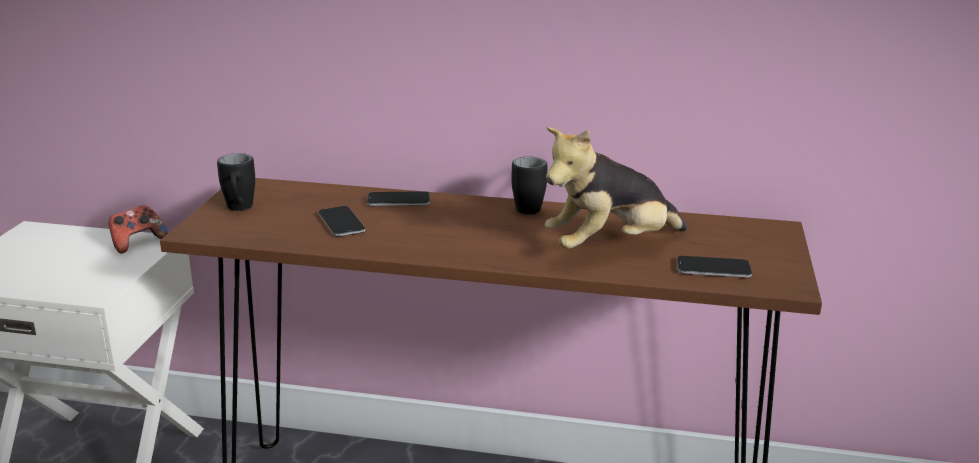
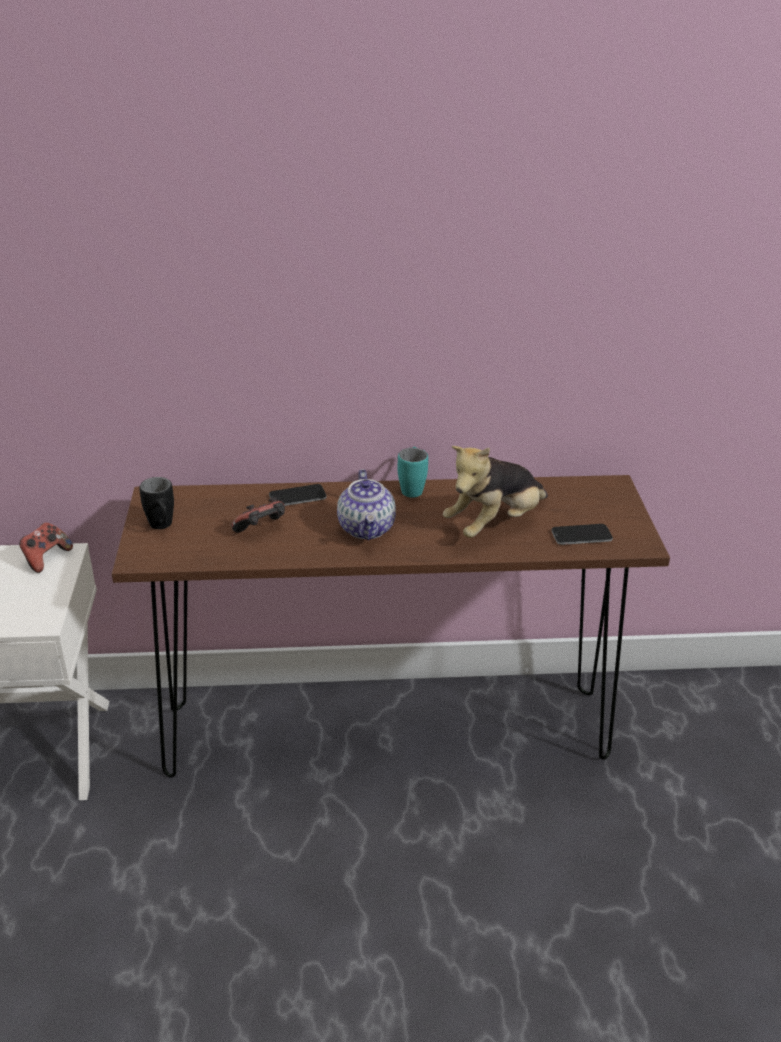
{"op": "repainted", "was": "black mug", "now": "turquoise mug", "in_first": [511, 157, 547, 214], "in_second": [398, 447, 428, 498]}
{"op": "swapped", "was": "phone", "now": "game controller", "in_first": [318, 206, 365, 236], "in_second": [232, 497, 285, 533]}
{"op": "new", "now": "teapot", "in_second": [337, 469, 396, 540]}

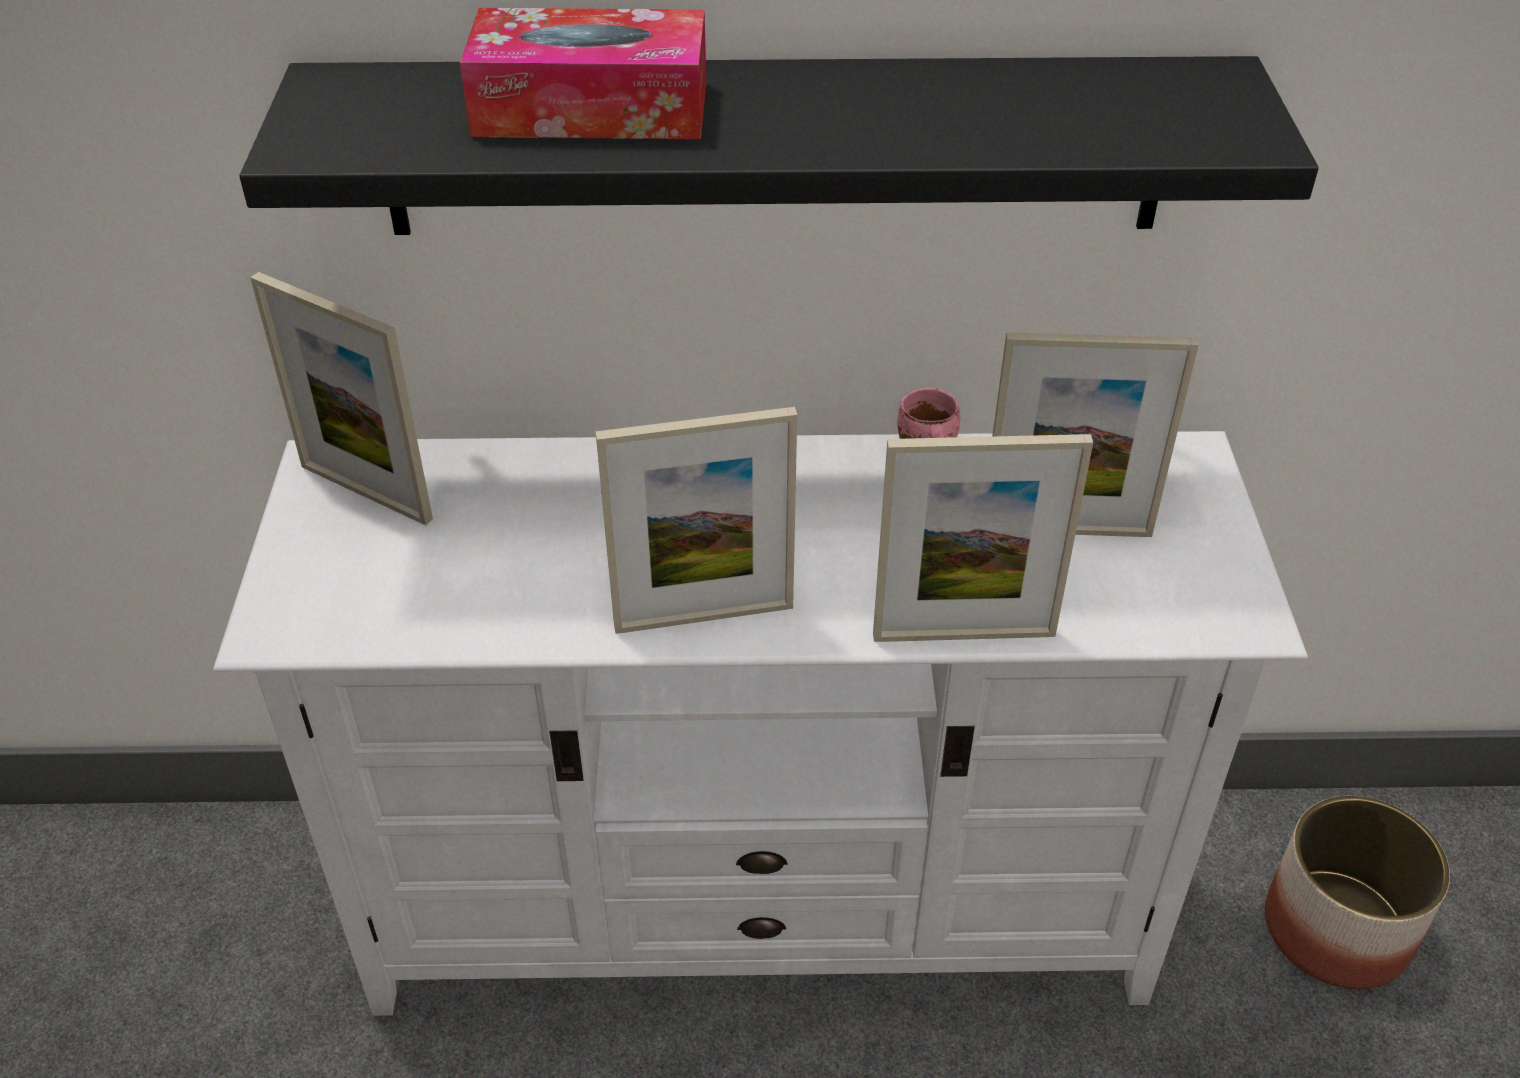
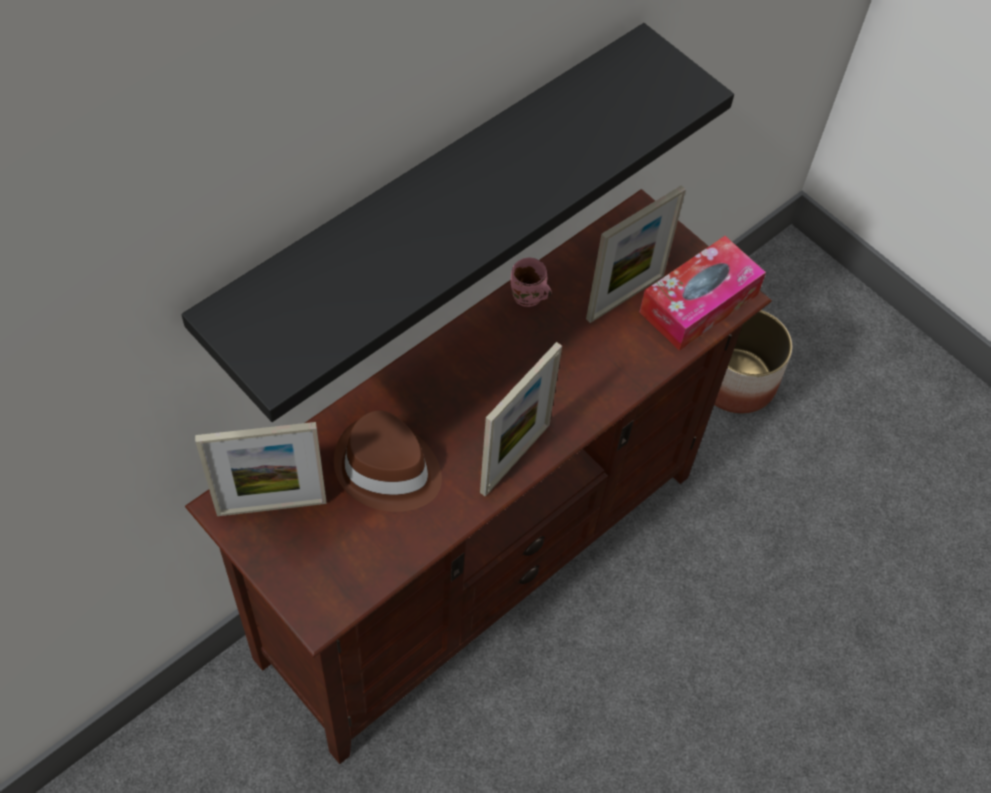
{"op": "shifted", "was": "tissue box", "in_first": [460, 8, 706, 139], "in_second": [639, 236, 766, 351]}
{"op": "repainted", "was": "white tv stand", "now": "brown tv stand", "in_first": [213, 431, 1308, 1016], "in_second": [185, 189, 772, 764]}
{"op": "gone", "was": "picture frame", "in_first": [873, 434, 1093, 642]}
{"op": "new", "now": "brown hat", "in_second": [334, 410, 442, 512]}

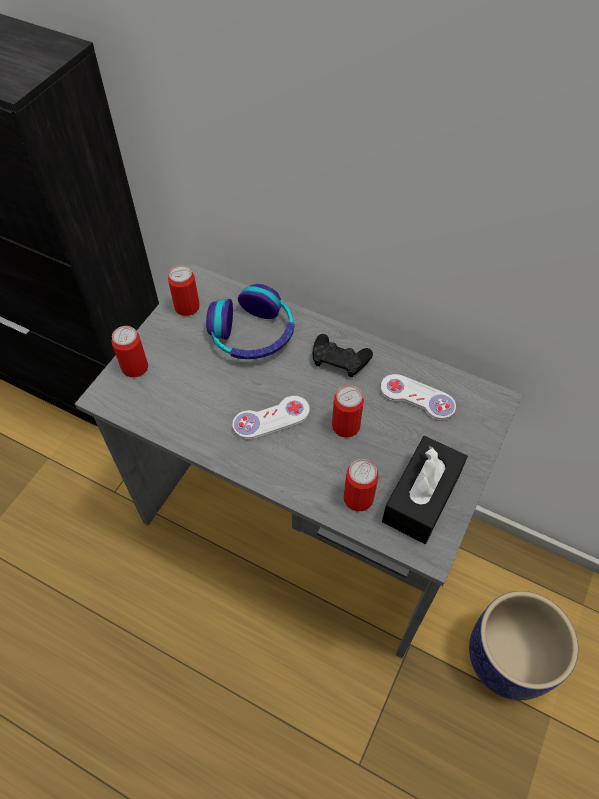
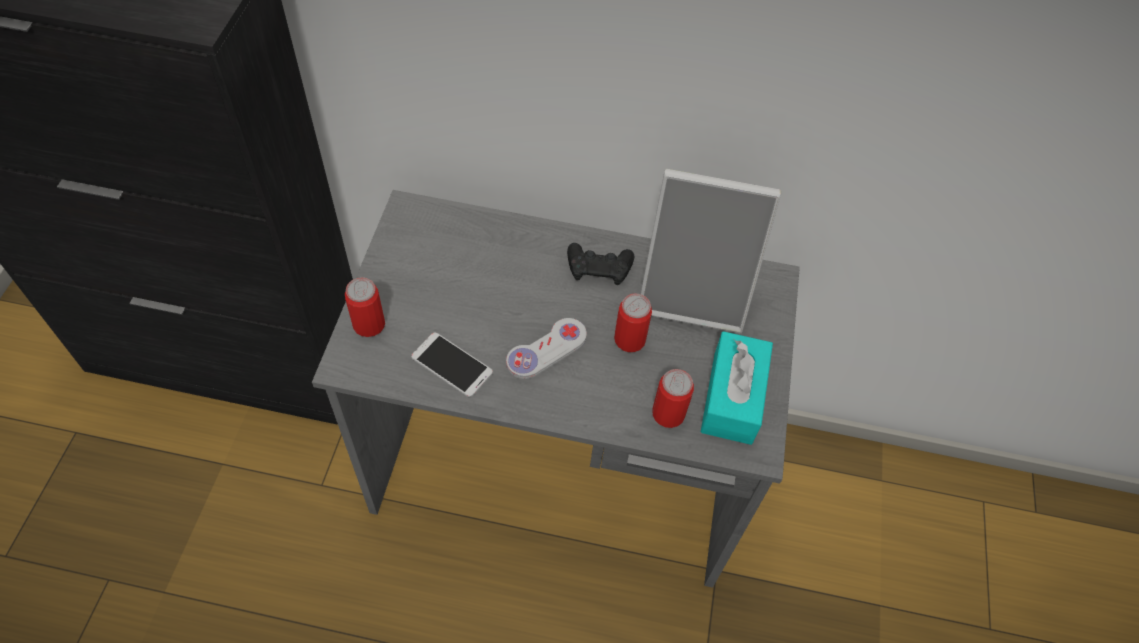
{"op": "gone", "was": "can", "in_first": [168, 265, 200, 316]}
{"op": "gone", "was": "headphones", "in_first": [206, 284, 294, 359]}
{"op": "swapped", "was": "white game controller", "now": "picture frame", "in_first": [380, 374, 456, 421], "in_second": [641, 169, 781, 333]}
{"op": "repainted", "was": "black tissue box", "now": "turquoise tissue box", "in_first": [382, 436, 468, 544], "in_second": [701, 331, 773, 445]}
{"op": "gone", "was": "planter", "in_first": [469, 591, 578, 700]}
{"op": "new", "now": "phone", "in_second": [411, 332, 493, 397]}

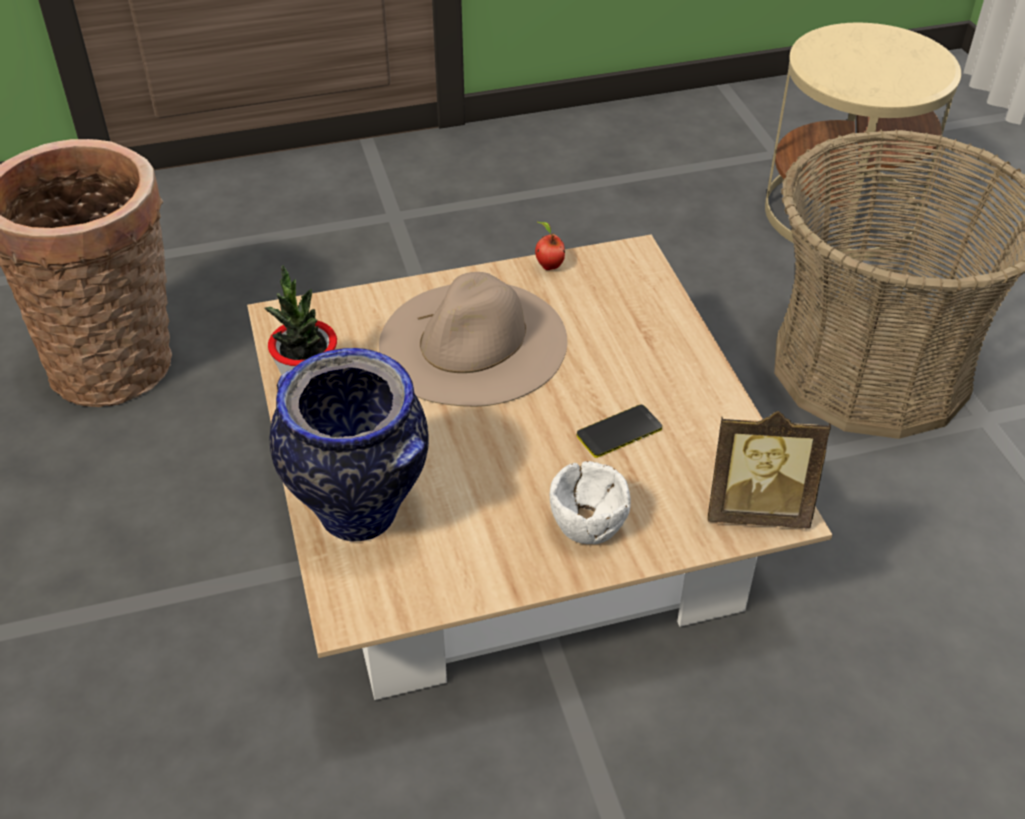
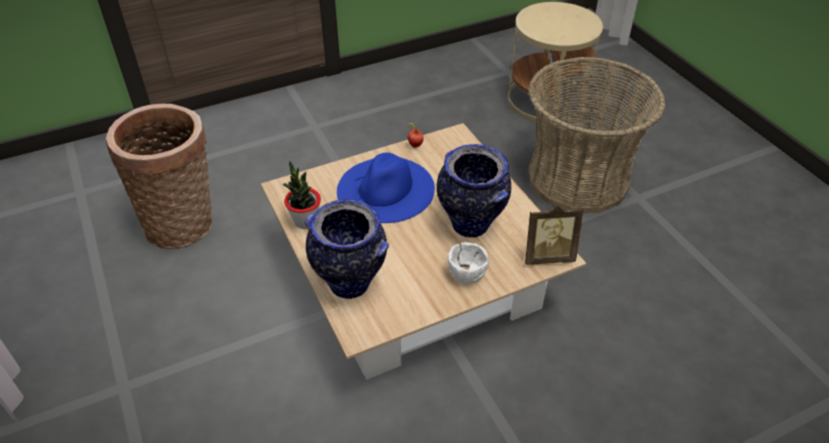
{"op": "repainted", "was": "beige hat", "now": "blue hat", "in_first": [379, 272, 567, 407], "in_second": [337, 152, 435, 223]}
{"op": "swapped", "was": "phone", "now": "vase", "in_first": [577, 405, 662, 458], "in_second": [437, 144, 511, 238]}

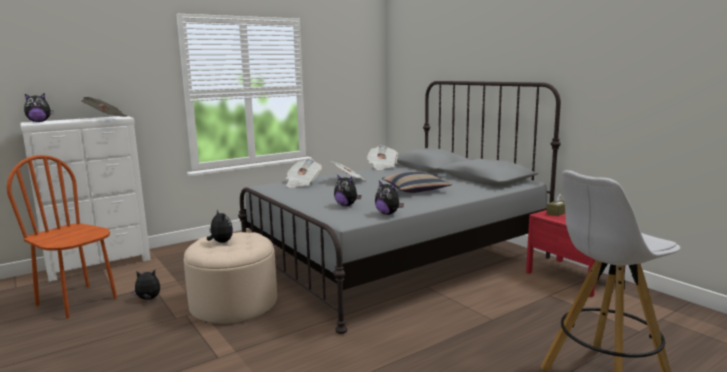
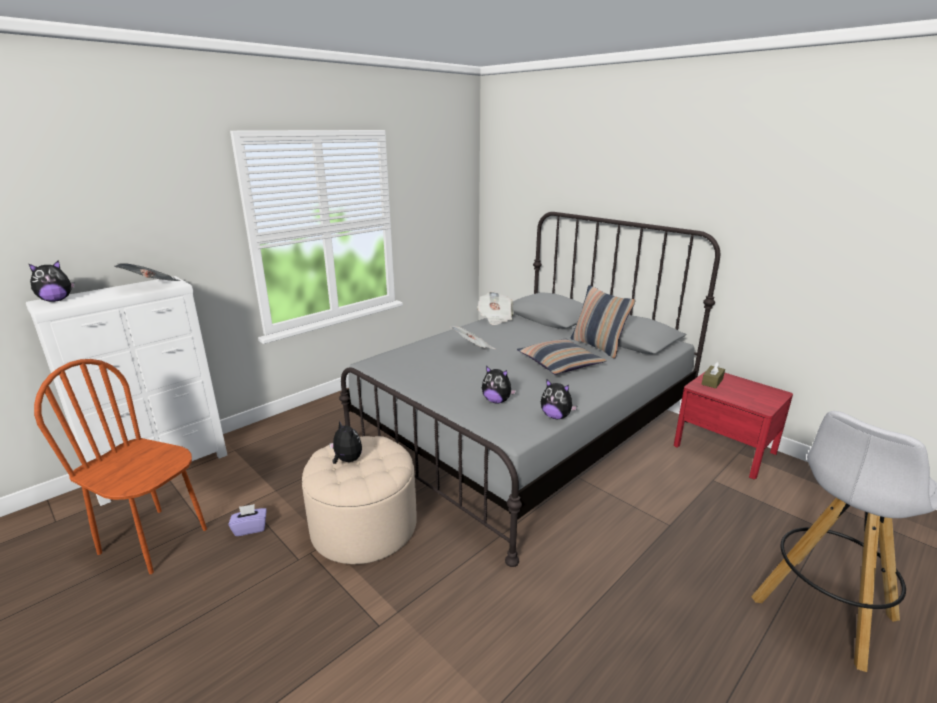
{"op": "gone", "was": "newspaper", "in_first": [286, 159, 322, 188]}
{"op": "swapped", "was": "plush toy", "now": "purple tissue box", "in_first": [131, 270, 160, 300], "in_second": [229, 504, 267, 536]}
{"op": "new", "now": "pillow", "in_second": [570, 285, 635, 358]}

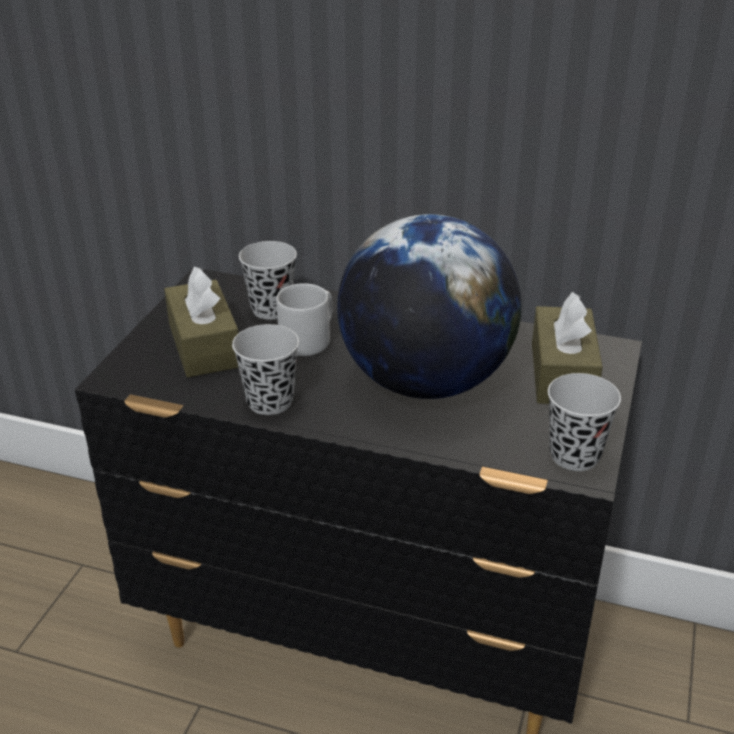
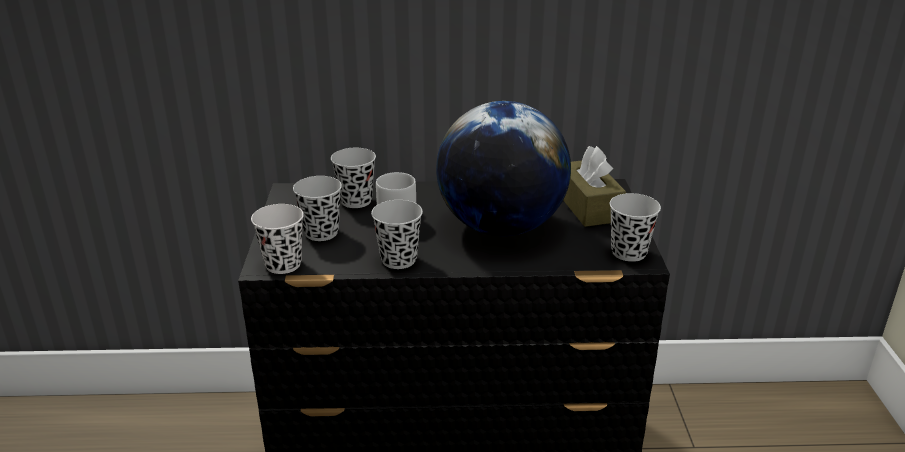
{"op": "swapped", "was": "brown tissue box", "now": "black cup", "in_first": [164, 267, 239, 377], "in_second": [293, 176, 342, 241]}
{"op": "new", "now": "white cup", "in_second": [251, 204, 304, 274]}

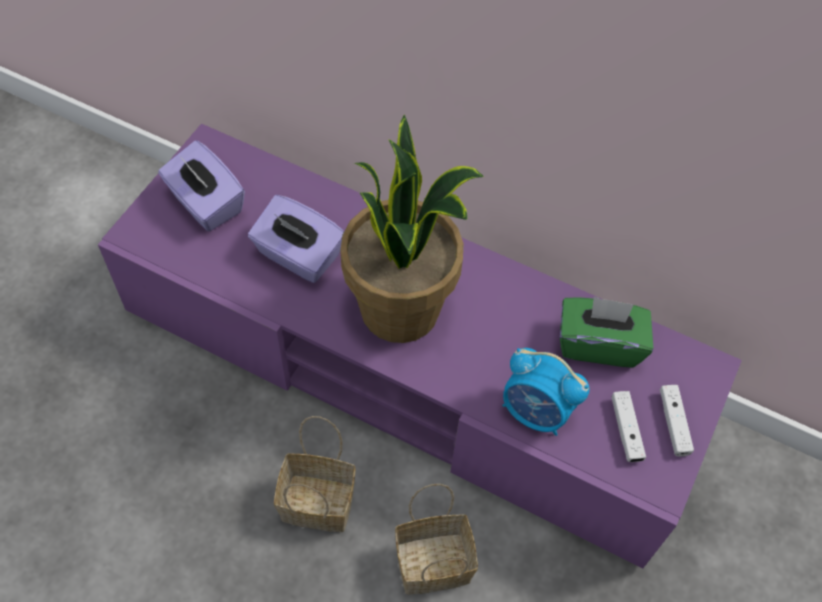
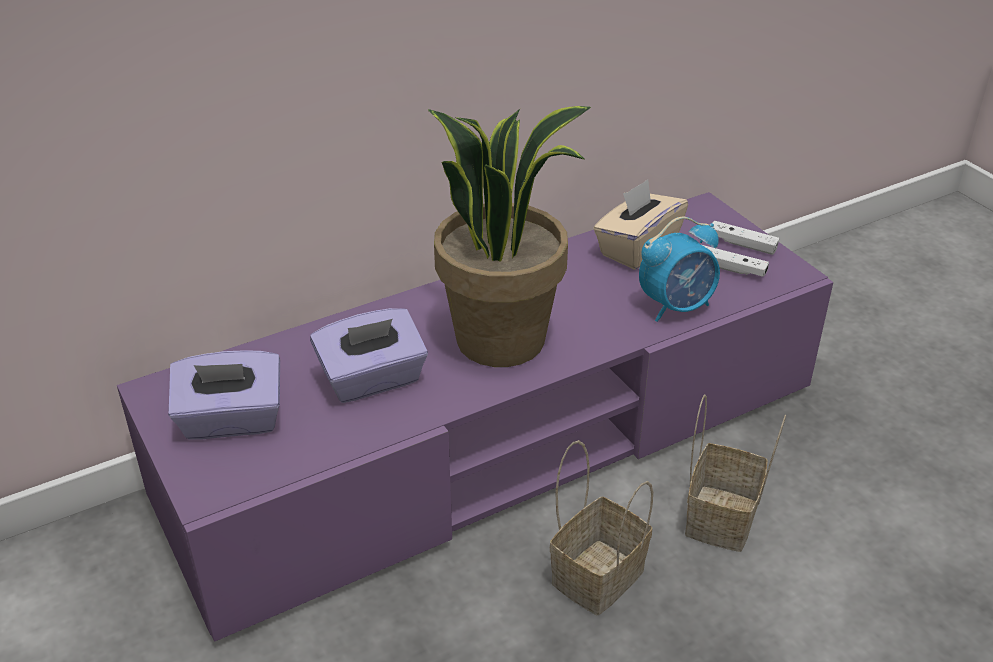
{"op": "repainted", "was": "green tissue box", "now": "beige tissue box", "in_first": [560, 296, 653, 367], "in_second": [593, 179, 688, 270]}

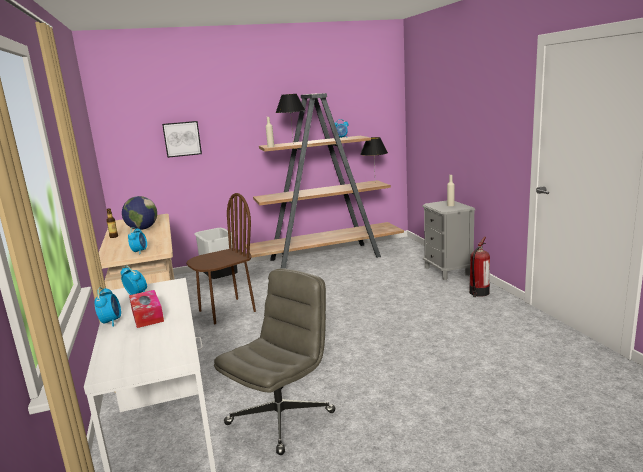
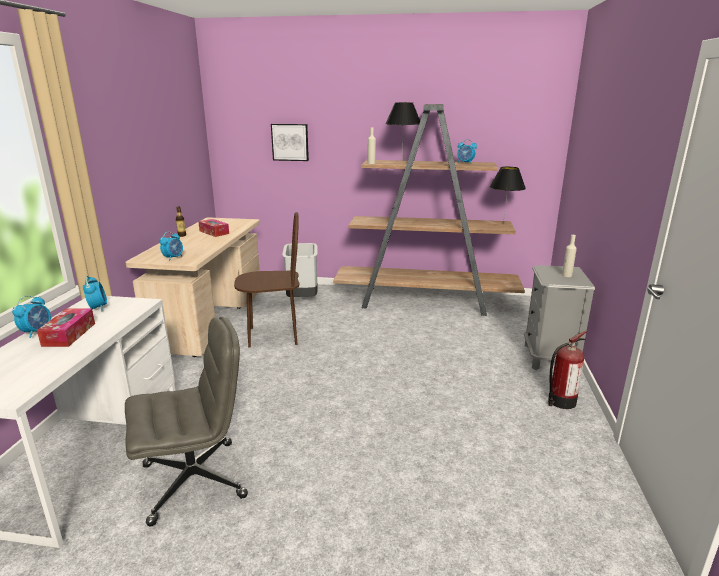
{"op": "swapped", "was": "globe", "now": "tissue box", "in_first": [122, 196, 157, 230], "in_second": [198, 219, 229, 237]}

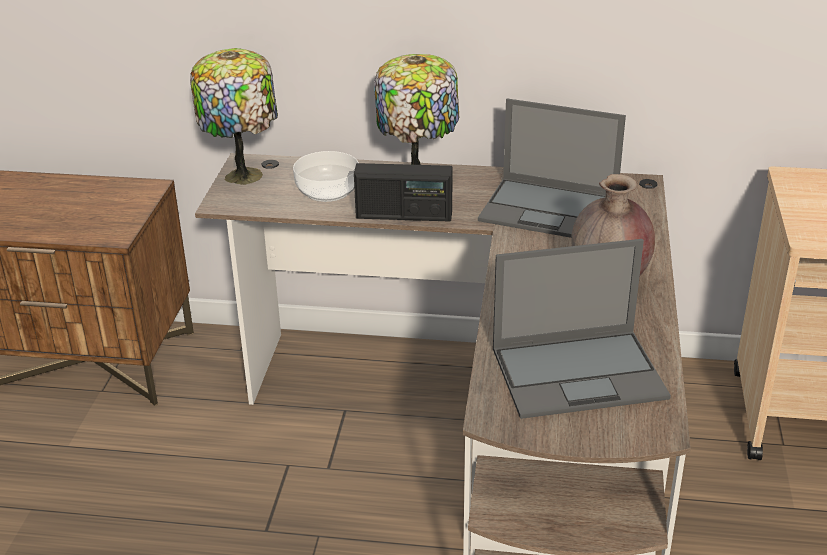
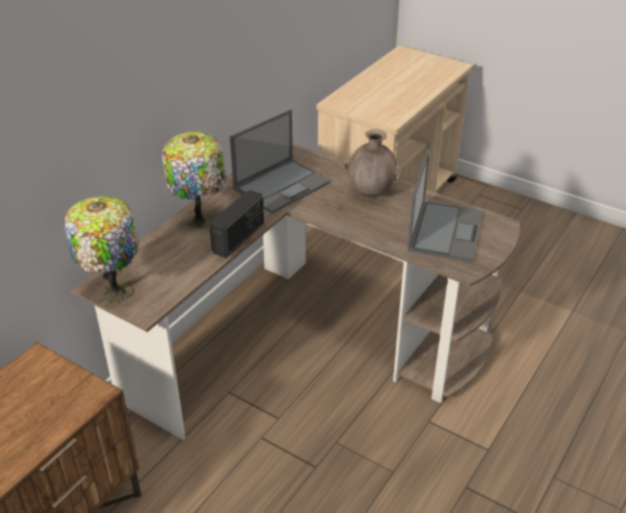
{"op": "gone", "was": "bowl", "in_first": [293, 151, 359, 202]}

